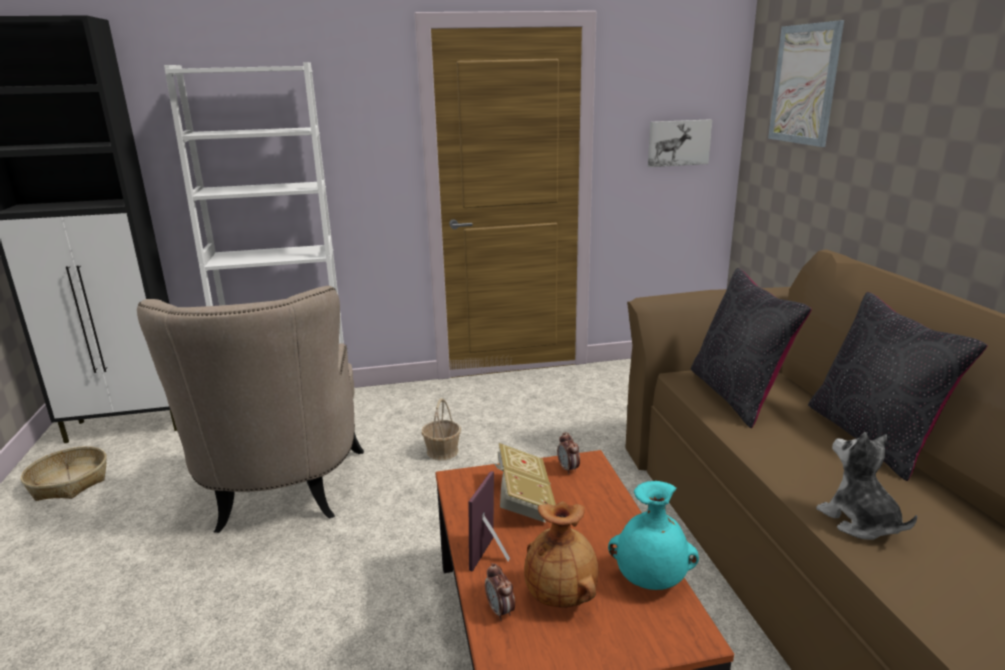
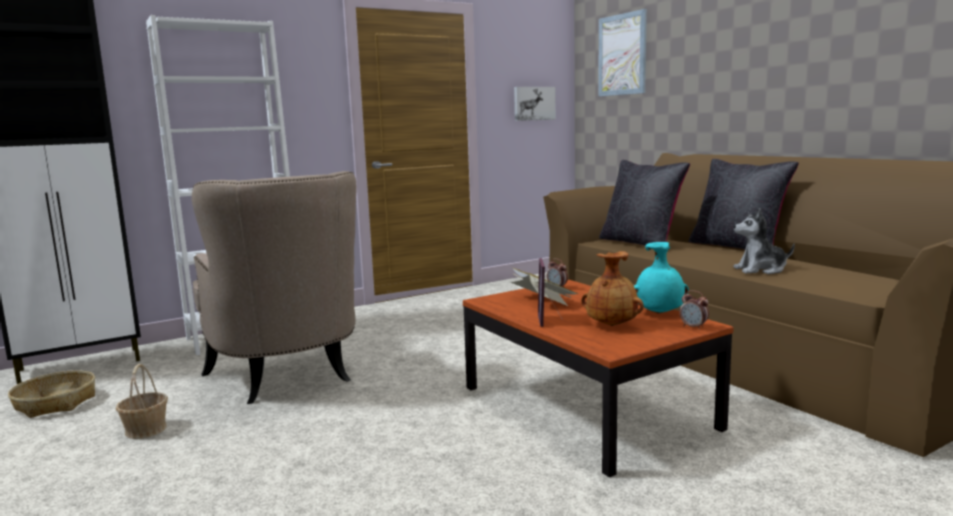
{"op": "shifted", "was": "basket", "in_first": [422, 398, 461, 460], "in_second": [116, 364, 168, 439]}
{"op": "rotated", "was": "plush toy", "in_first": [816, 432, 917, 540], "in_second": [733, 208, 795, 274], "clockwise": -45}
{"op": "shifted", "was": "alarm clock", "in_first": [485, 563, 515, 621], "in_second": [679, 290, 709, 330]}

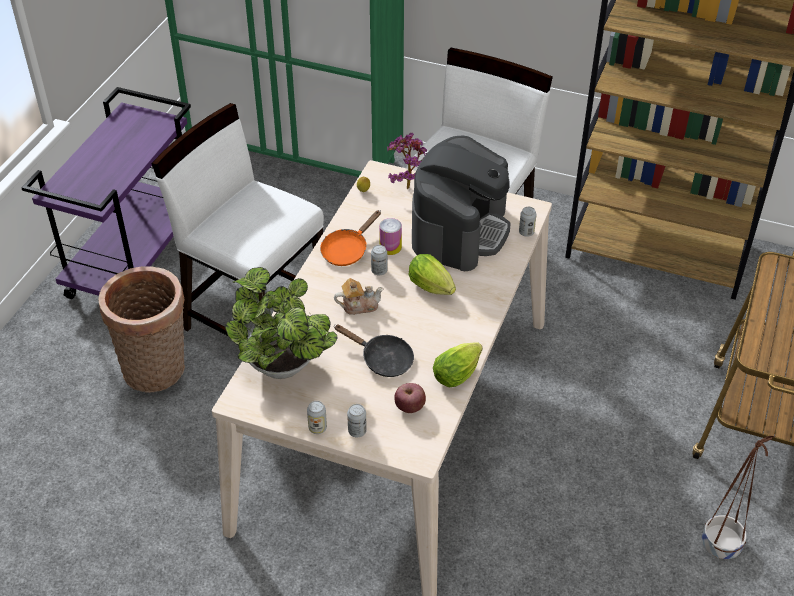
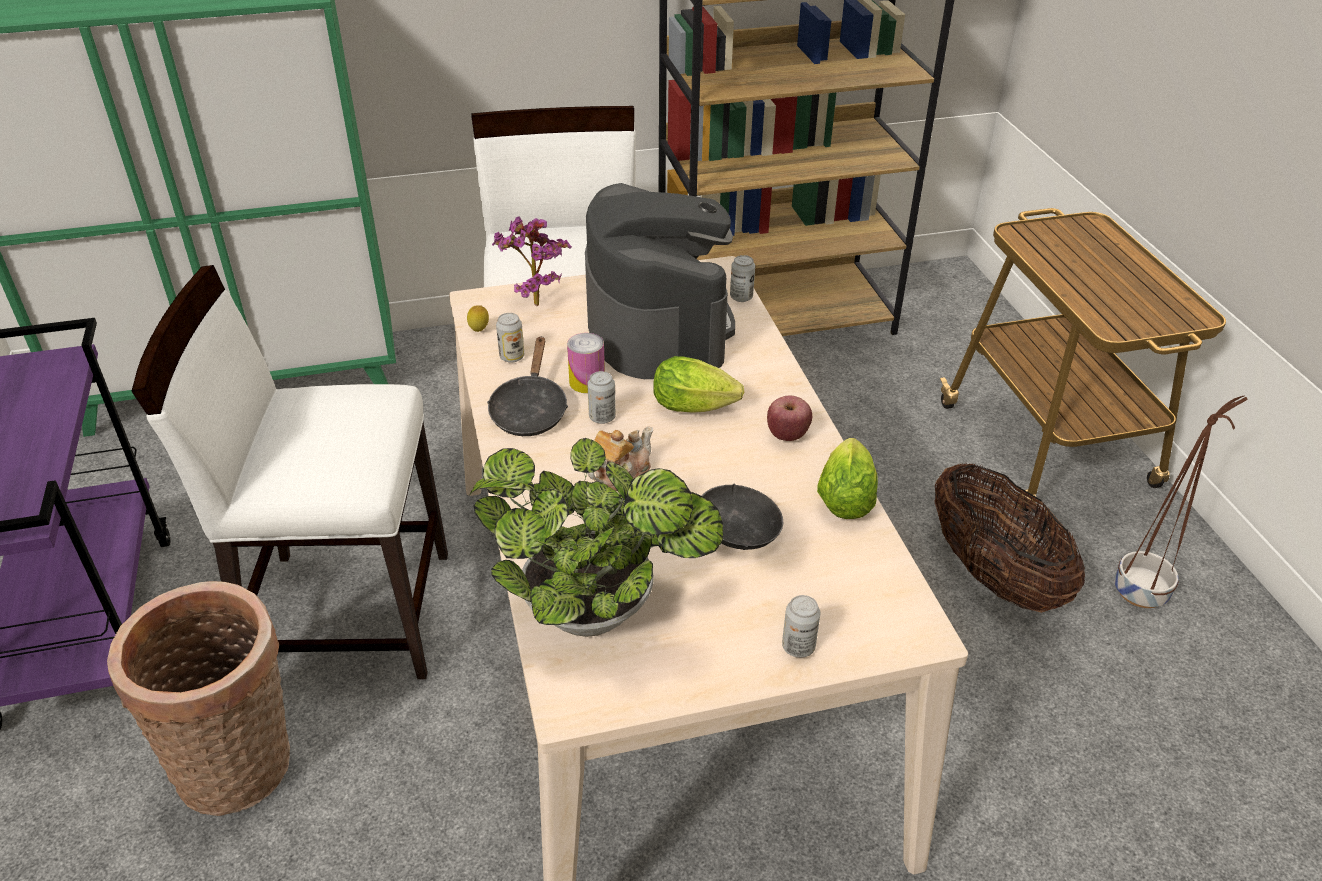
{"op": "repainted", "was": "orange frying pan", "now": "black frying pan", "in_first": [320, 210, 381, 266], "in_second": [487, 336, 568, 436]}
{"op": "shifted", "was": "apple", "in_first": [394, 383, 426, 413], "in_second": [767, 395, 812, 441]}
{"op": "shifted", "was": "can", "in_first": [307, 401, 327, 434], "in_second": [496, 313, 524, 363]}
{"op": "new", "now": "basket", "in_second": [934, 463, 1085, 613]}

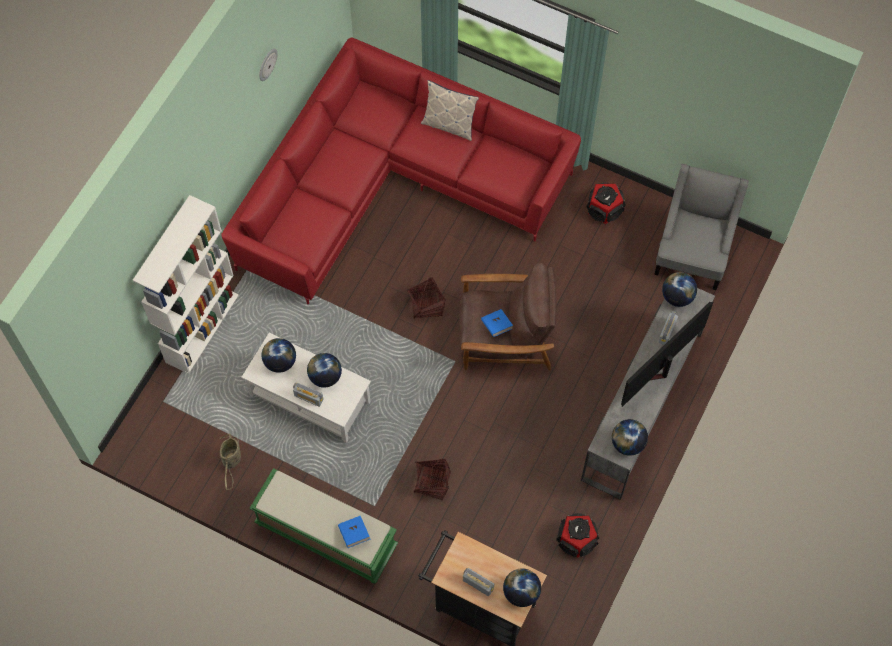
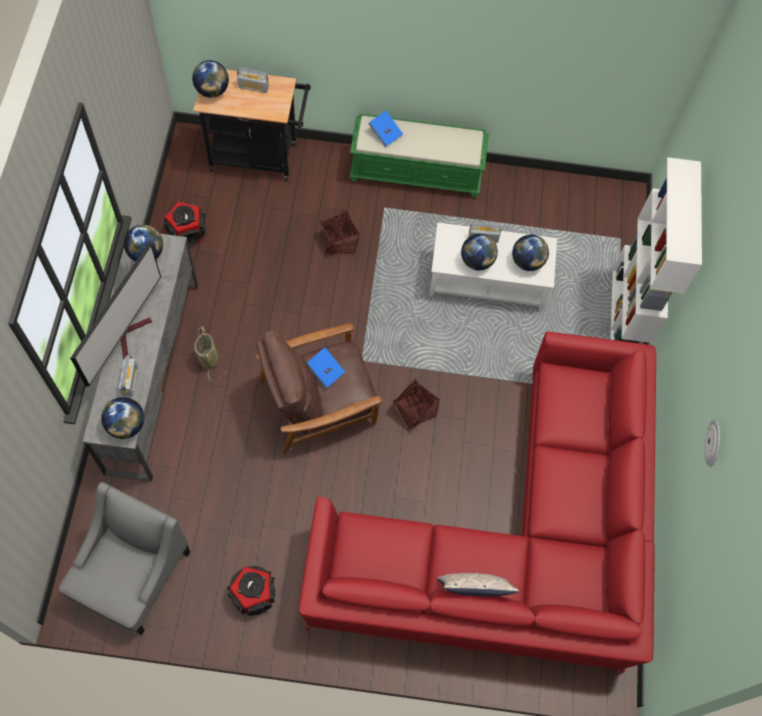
{"op": "rotated", "was": "grey armchair", "in_first": [654, 164, 749, 290], "in_second": [59, 482, 190, 635], "clockwise": -150}
{"op": "shifted", "was": "basket", "in_first": [220, 433, 241, 490], "in_second": [194, 326, 227, 381]}

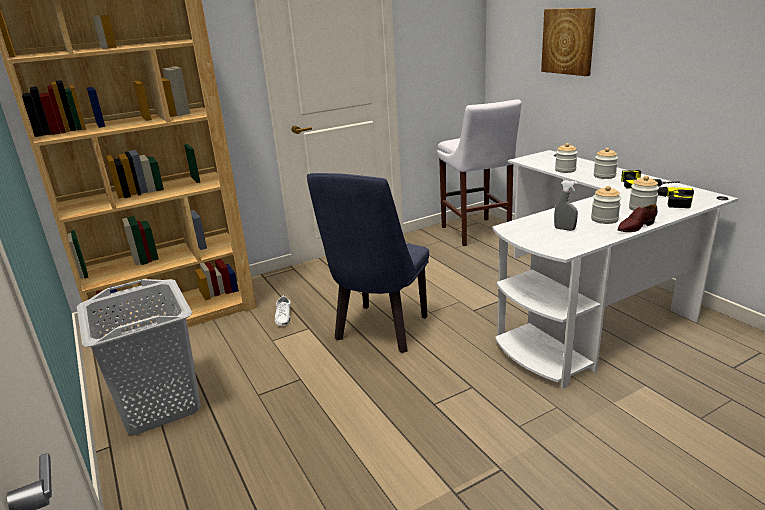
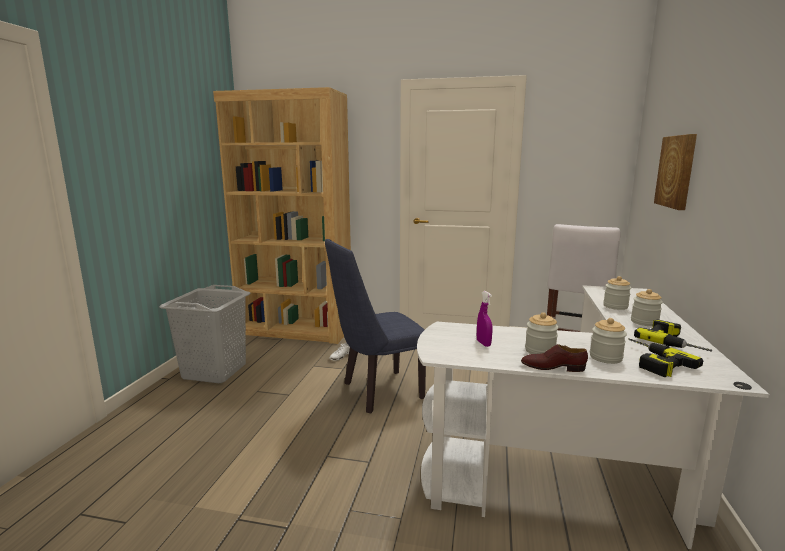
{"op": "repainted", "was": "grey spray bottle", "now": "purple spray bottle", "in_first": [554, 180, 578, 231], "in_second": [477, 291, 493, 347]}

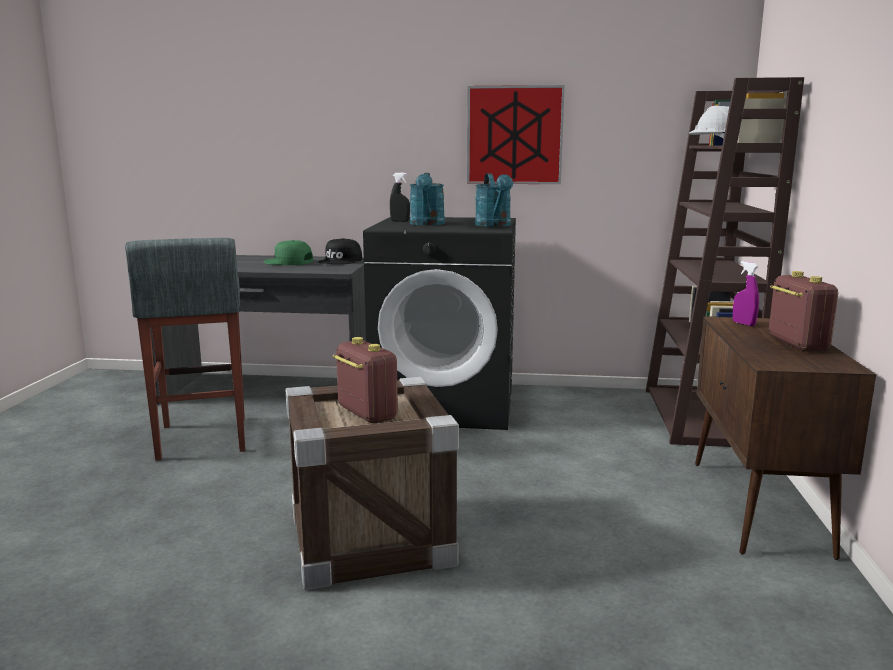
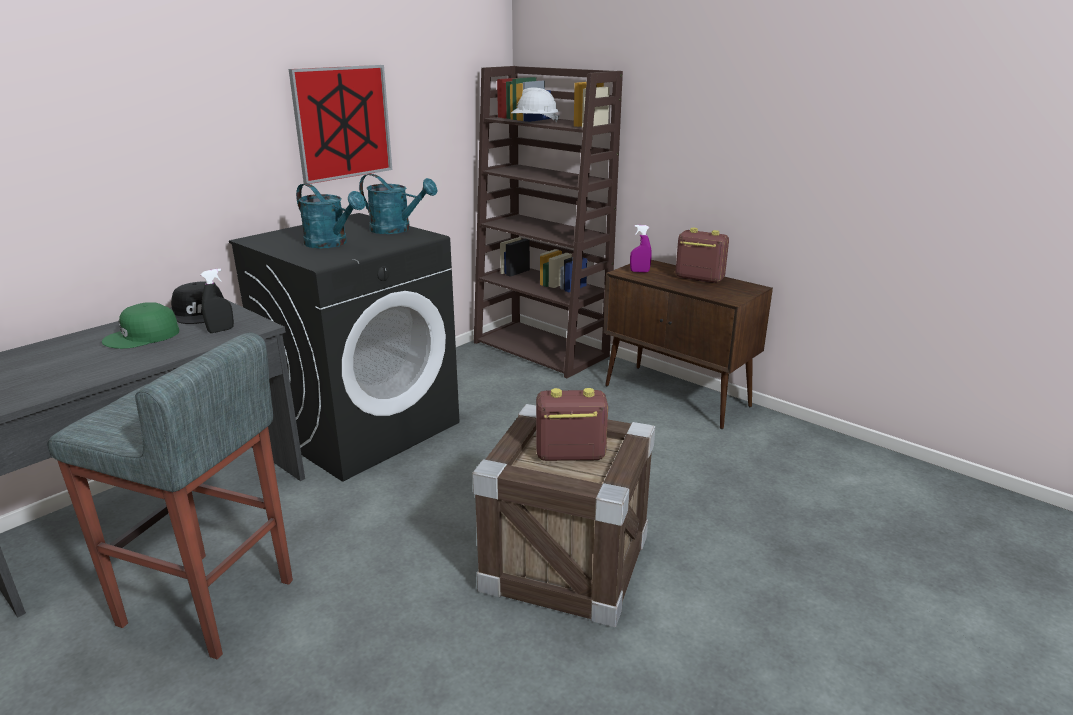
{"op": "shifted", "was": "black spray bottle", "in_first": [390, 173, 410, 222], "in_second": [200, 269, 234, 333]}

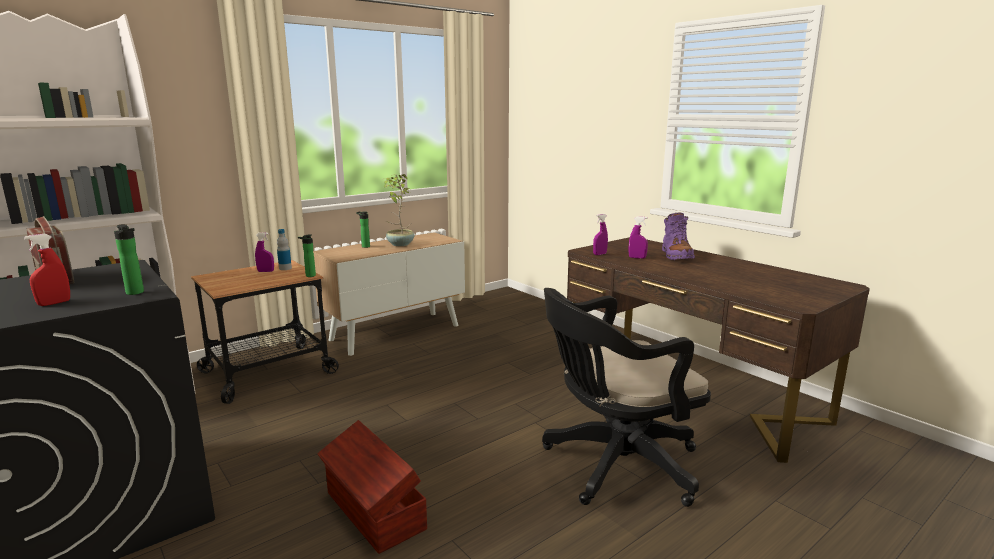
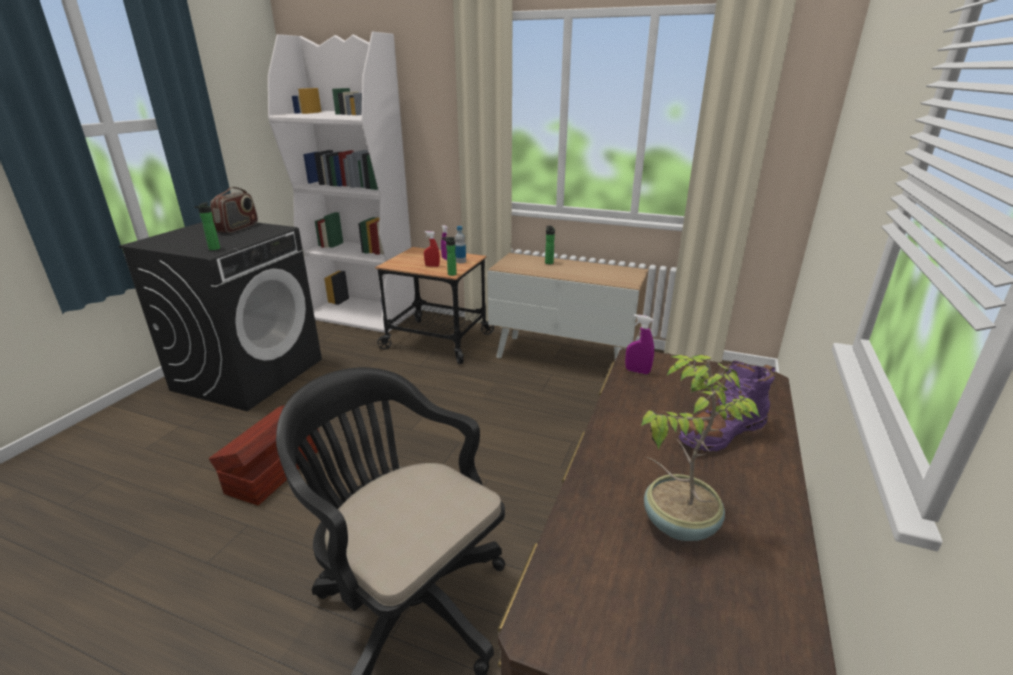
{"op": "shifted", "was": "potted plant", "in_first": [382, 174, 414, 246], "in_second": [641, 355, 760, 541]}
{"op": "gone", "was": "purple spray bottle", "in_first": [628, 216, 648, 259]}
{"op": "shifted", "was": "red spray bottle", "in_first": [24, 234, 70, 306], "in_second": [424, 231, 440, 267]}

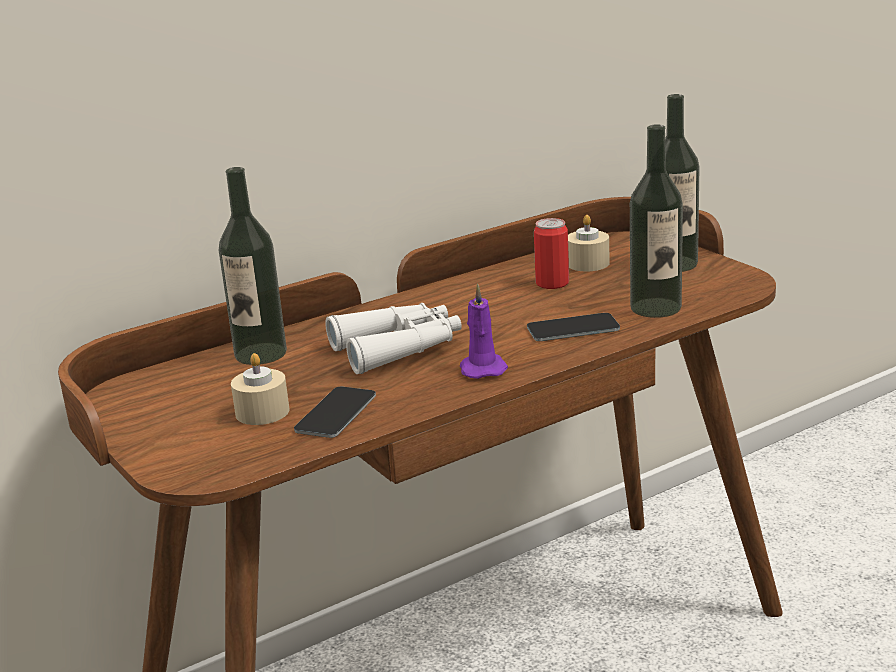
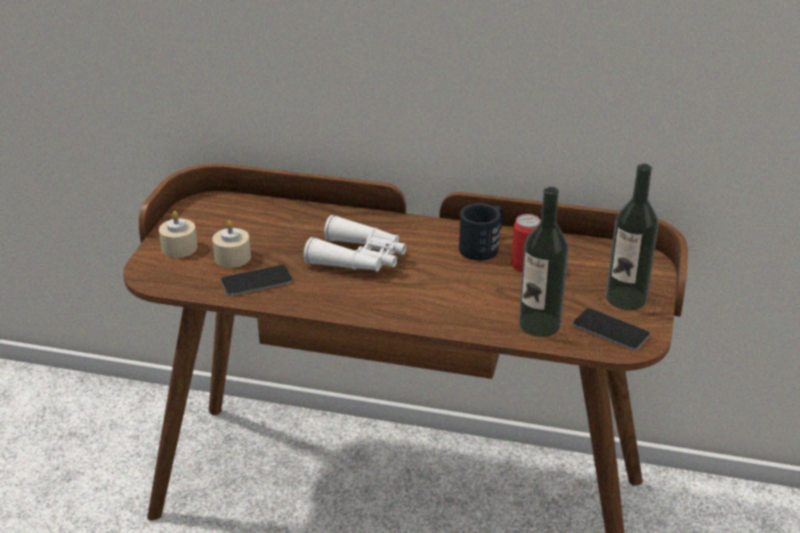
{"op": "gone", "was": "bottle", "in_first": [219, 167, 287, 365]}
{"op": "shifted", "was": "beige candle", "in_first": [568, 215, 610, 271], "in_second": [159, 211, 198, 258]}
{"op": "gone", "was": "purple candle", "in_first": [460, 283, 508, 379]}
{"op": "shifted", "was": "phone", "in_first": [527, 313, 620, 341], "in_second": [573, 308, 650, 350]}
{"op": "new", "now": "black mug", "in_second": [459, 203, 504, 261]}

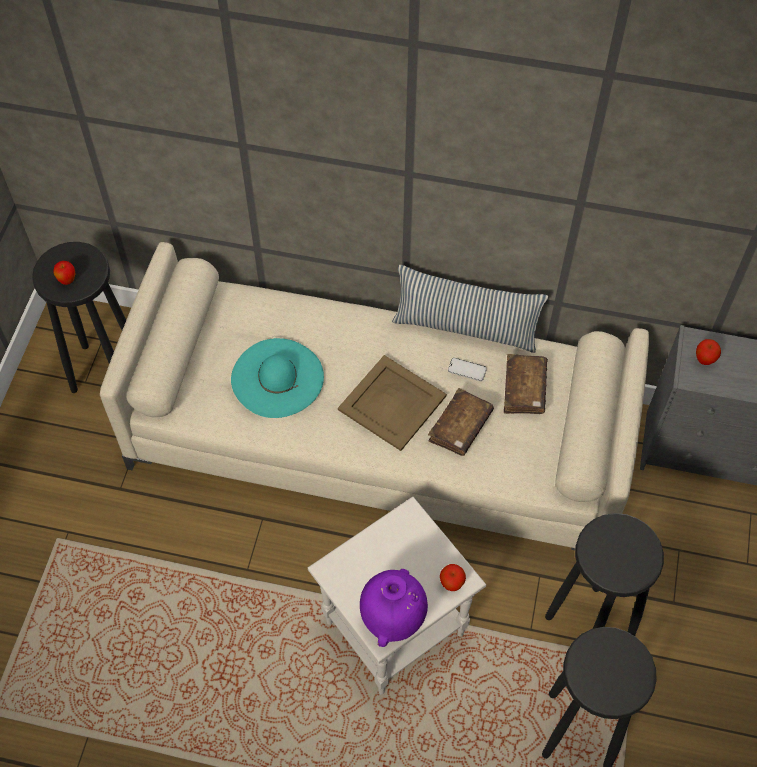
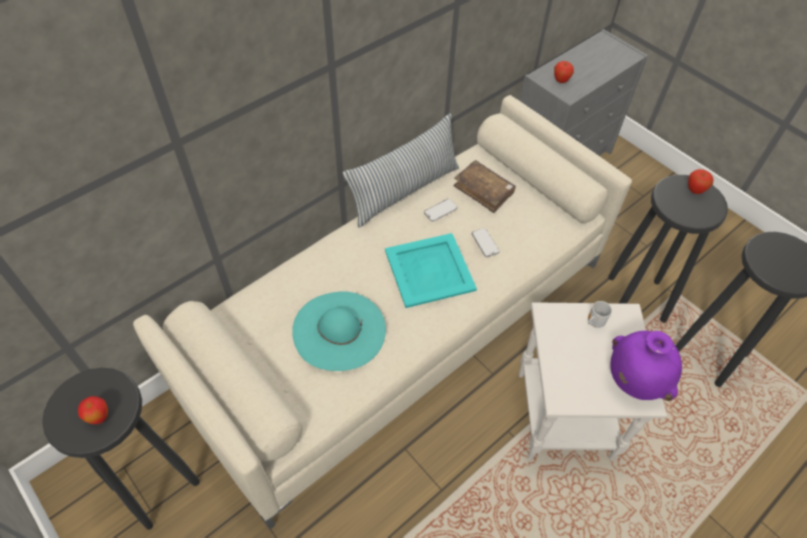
{"op": "repainted", "was": "beige tray", "now": "turquoise tray", "in_first": [338, 355, 447, 451], "in_second": [385, 233, 477, 308]}
{"op": "swapped", "was": "brown book", "now": "phone", "in_first": [428, 388, 494, 456], "in_second": [472, 228, 499, 257]}
{"op": "shifted", "was": "apple", "in_first": [440, 564, 466, 591], "in_second": [688, 169, 713, 194]}
{"op": "new", "now": "mug", "in_second": [588, 301, 612, 328]}

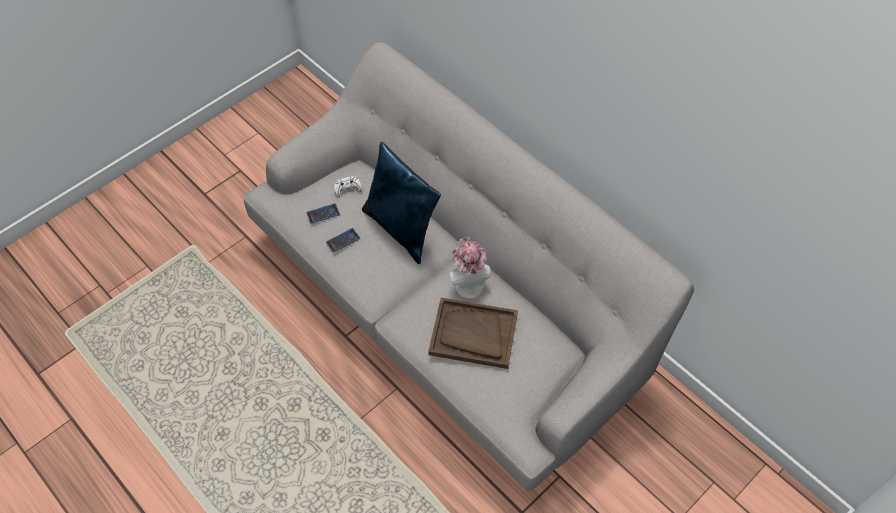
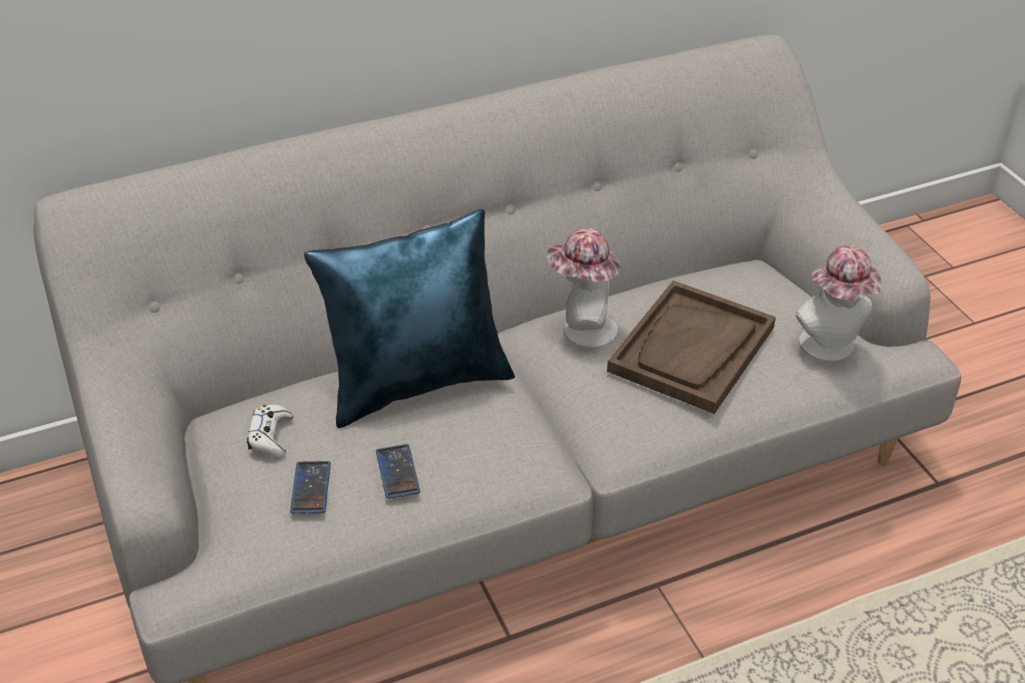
{"op": "new", "now": "hat", "in_second": [796, 245, 882, 362]}

